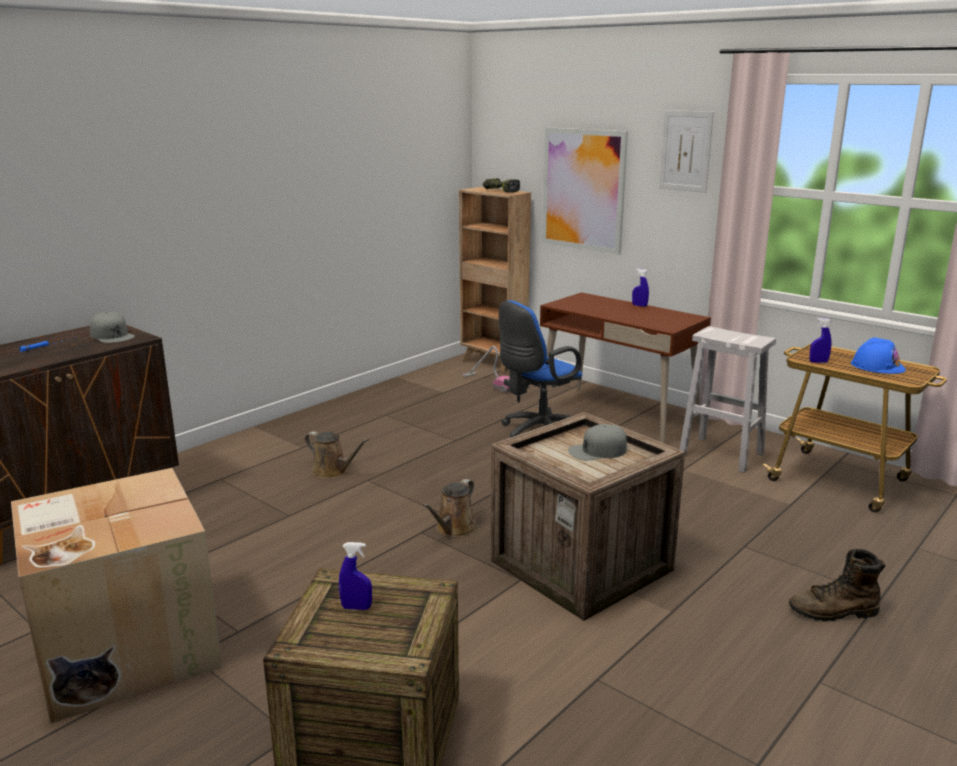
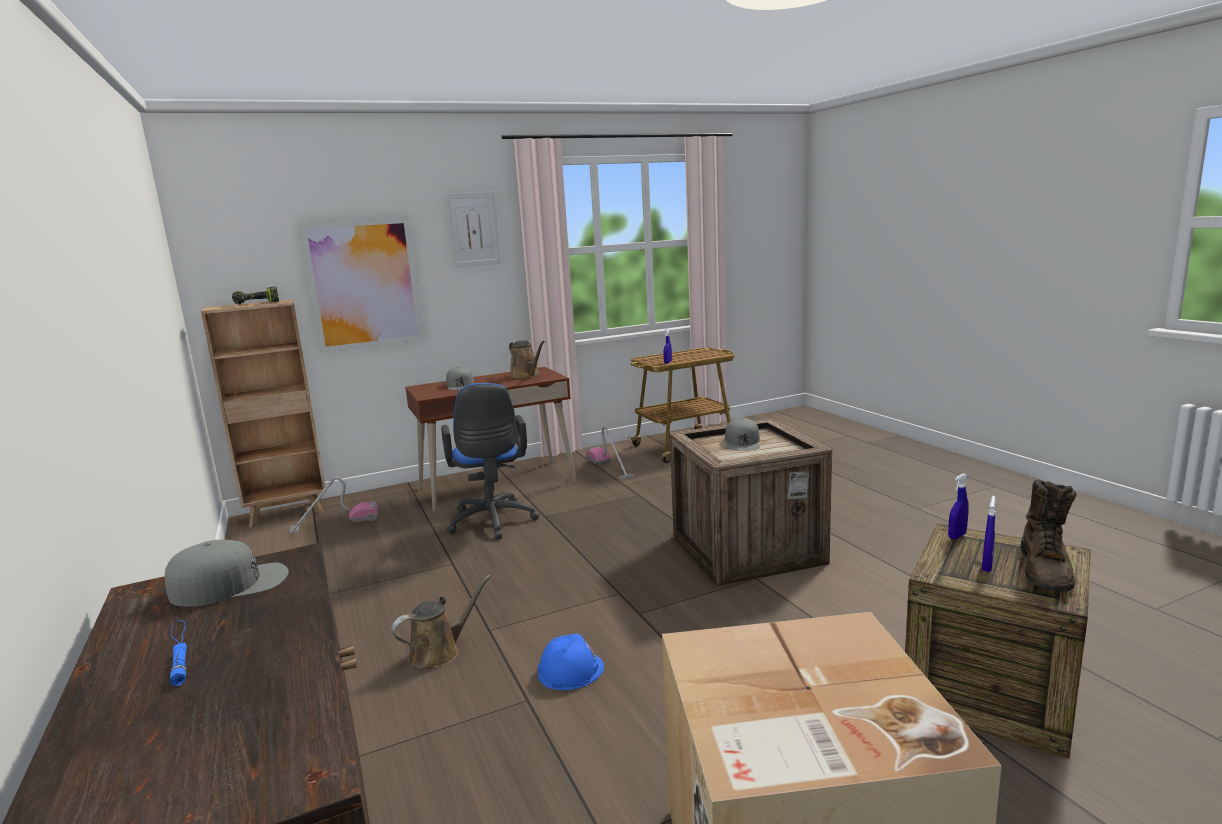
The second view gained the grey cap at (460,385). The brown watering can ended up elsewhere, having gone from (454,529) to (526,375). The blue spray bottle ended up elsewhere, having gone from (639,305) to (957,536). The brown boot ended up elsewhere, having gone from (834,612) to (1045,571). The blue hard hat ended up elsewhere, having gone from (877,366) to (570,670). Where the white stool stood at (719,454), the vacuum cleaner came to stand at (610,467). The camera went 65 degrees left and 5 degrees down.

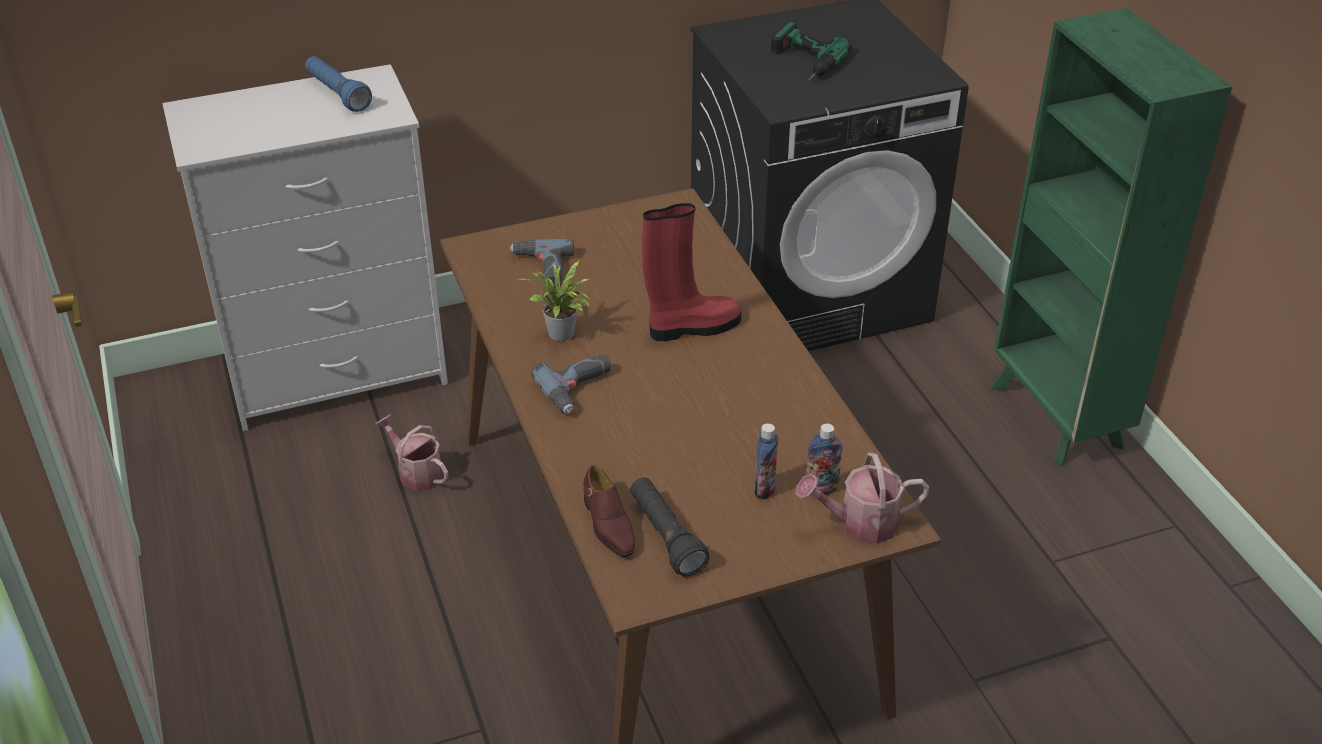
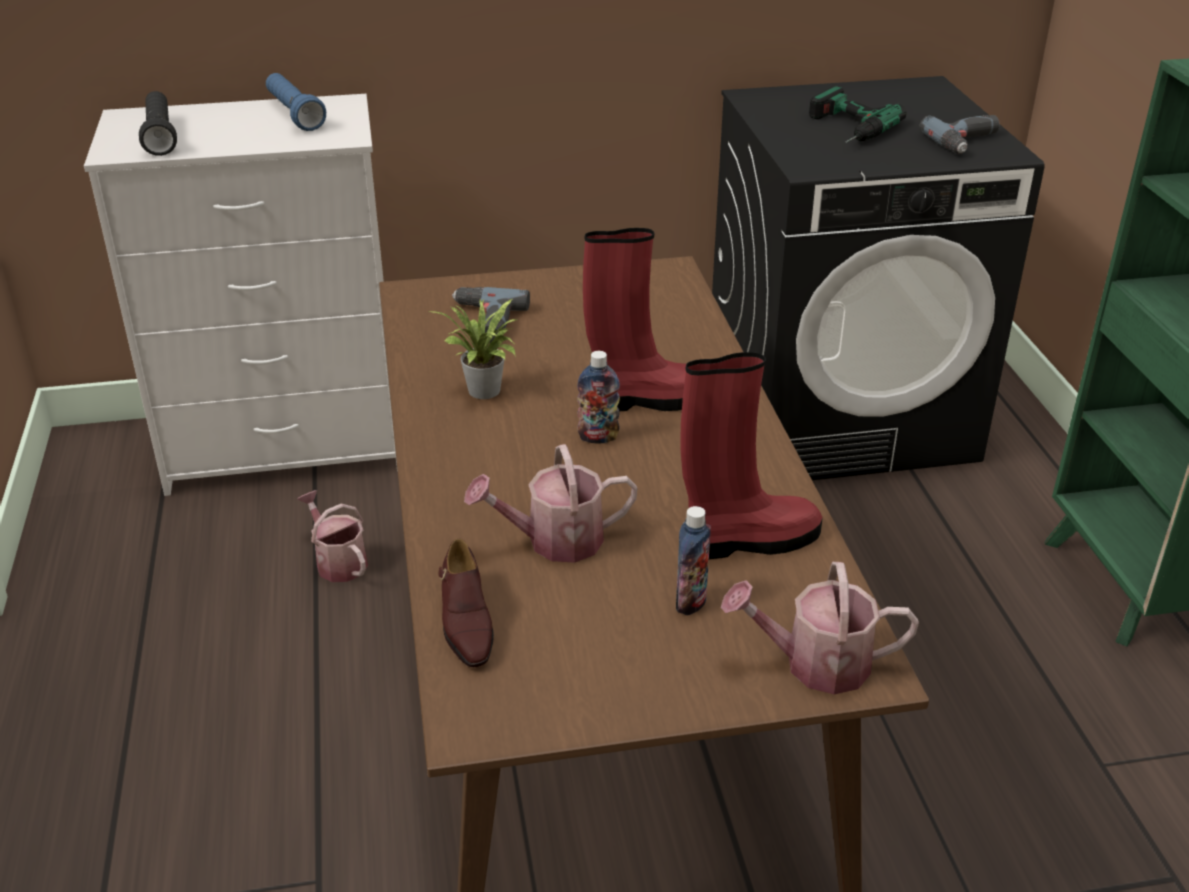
The second view gained the watering can at (554,541). The second view gained the red boot at (748,541). The power drill ended up elsewhere, having gone from (579,389) to (967,142). The black flashlight ended up elsewhere, having gone from (665,537) to (160,136). The bottle ended up elsewhere, having gone from (821,489) to (598,437). The camera went 10 degrees right and 5 degrees down.

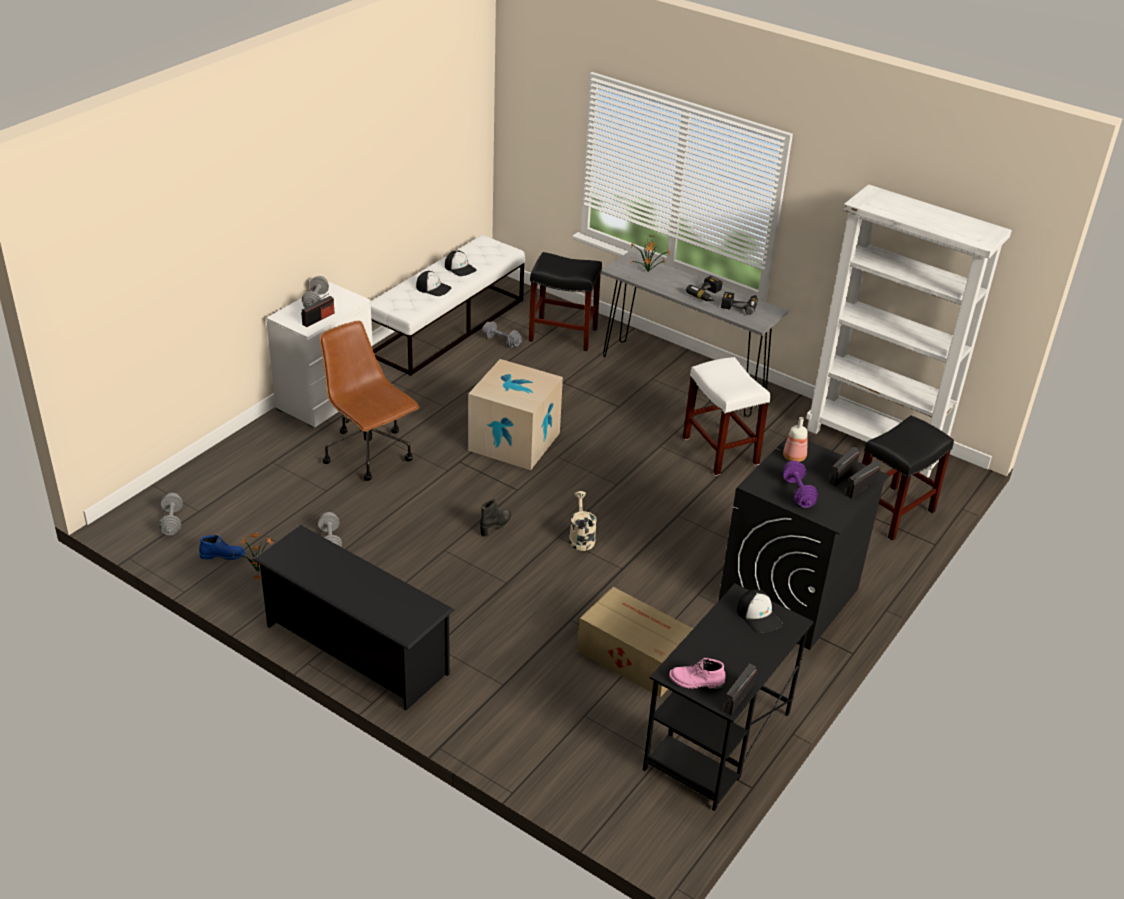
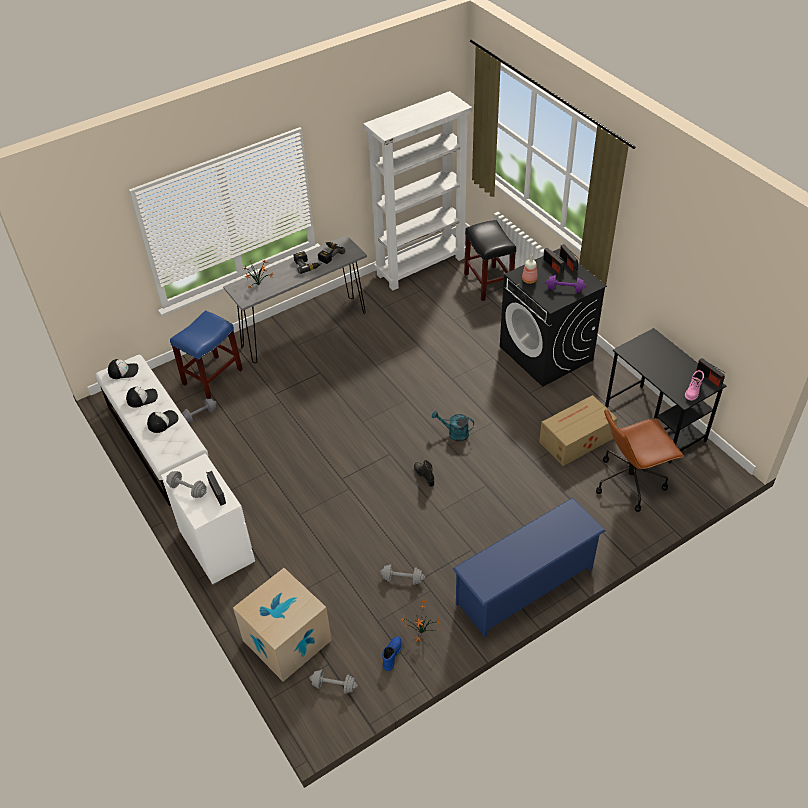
The second view lost the white stool at (721,451). The brown office chair ended up elsewhere, having gone from (369,454) to (630,481). The cardboard box ended up elsewhere, having gone from (514,441) to (287,640). The cap ended up elsewhere, having gone from (759,616) to (123,371). What was the black shoe rack at (355,649) turned into the blue shoe rack at (525,586). What was the black stool at (564,334) turned into the blue stool at (212,376). What was the beige watering can at (581,537) turned into the turquoise watering can at (454,433). The camera went 65 degrees left and 10 degrees up.

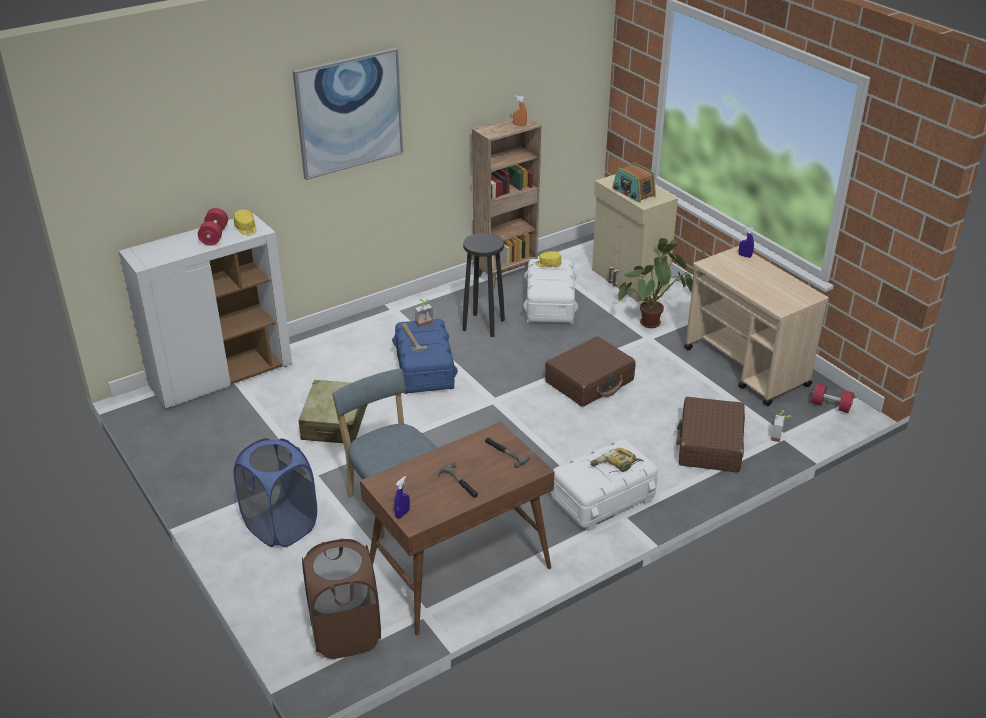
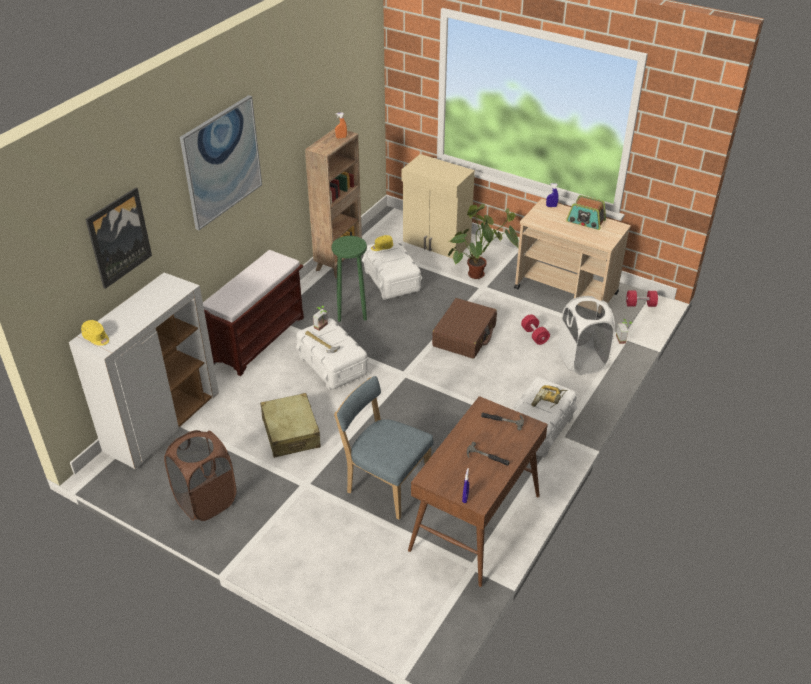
The second view lost the blue laundry basket at (280,526). The second view gained the picture at (118,237). The second view gained the brown bench at (258,338). The red dumbbell ended up elsewhere, having gone from (214,236) to (534,335). The yellow cap ended up elsewhere, having gone from (246,228) to (96,338). The brown laundry basket ended up elsewhere, having gone from (345,633) to (206,501). The radio ended up elsewhere, having gone from (633,192) to (585,221). Where the brown suitcase stood at (710,445), the white laundry basket came to stand at (582,360). What was the blue storage box at (424,371) turned into the white storage box at (332,365). What was the black stool at (484,325) turned into the green stool at (352,312). The camera went 25 degrees left and 5 degrees up.

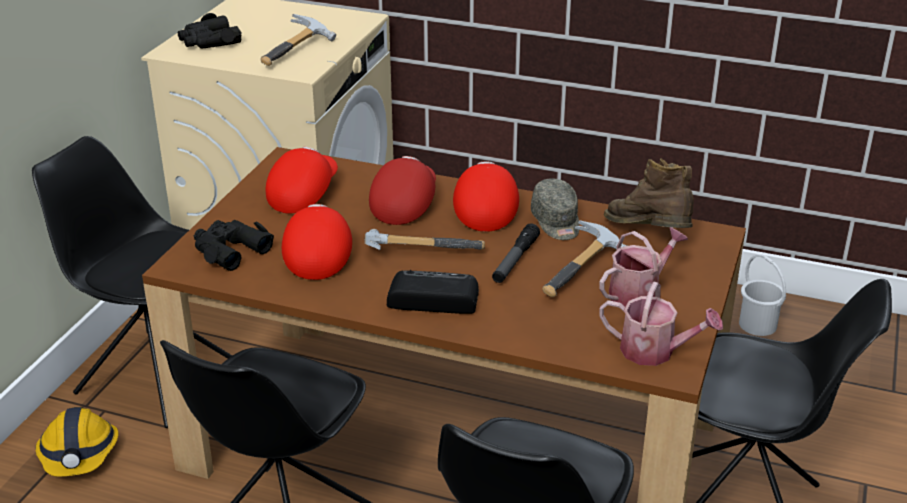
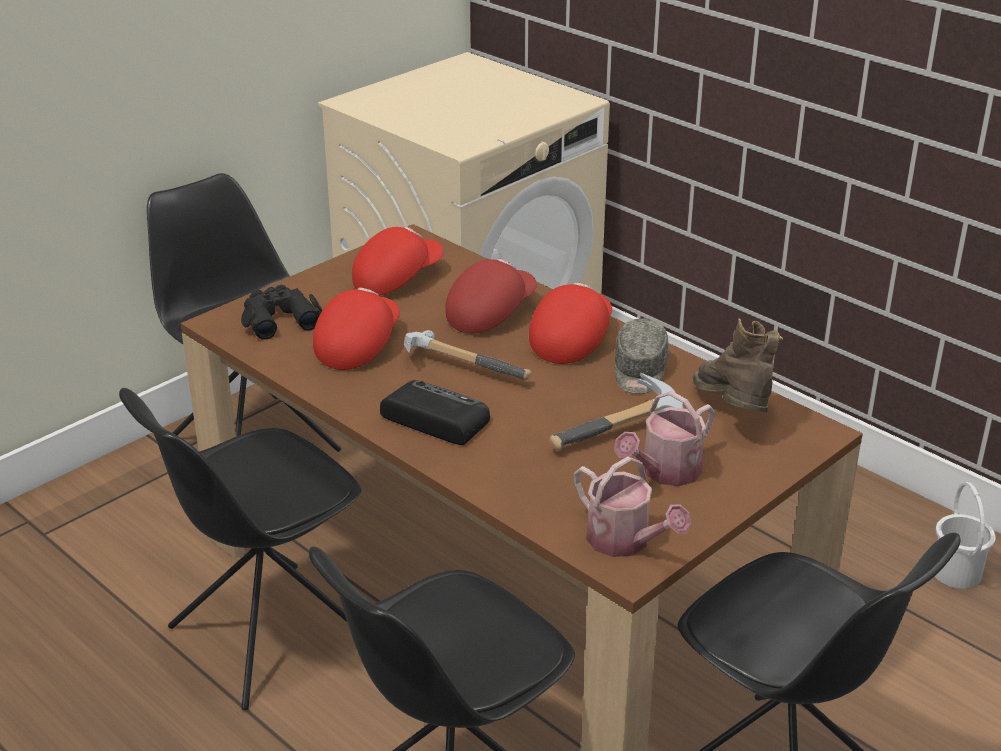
The second view lost the hard hat at (79,454). The second view lost the black binoculars at (209,41). The second view lost the hammer at (299,52). The second view lost the flashlight at (515,260). The watering can at (639,292) ended up facing another way, 150 degrees clockwise from before. The camera went 25 degrees right and 0 degrees up.

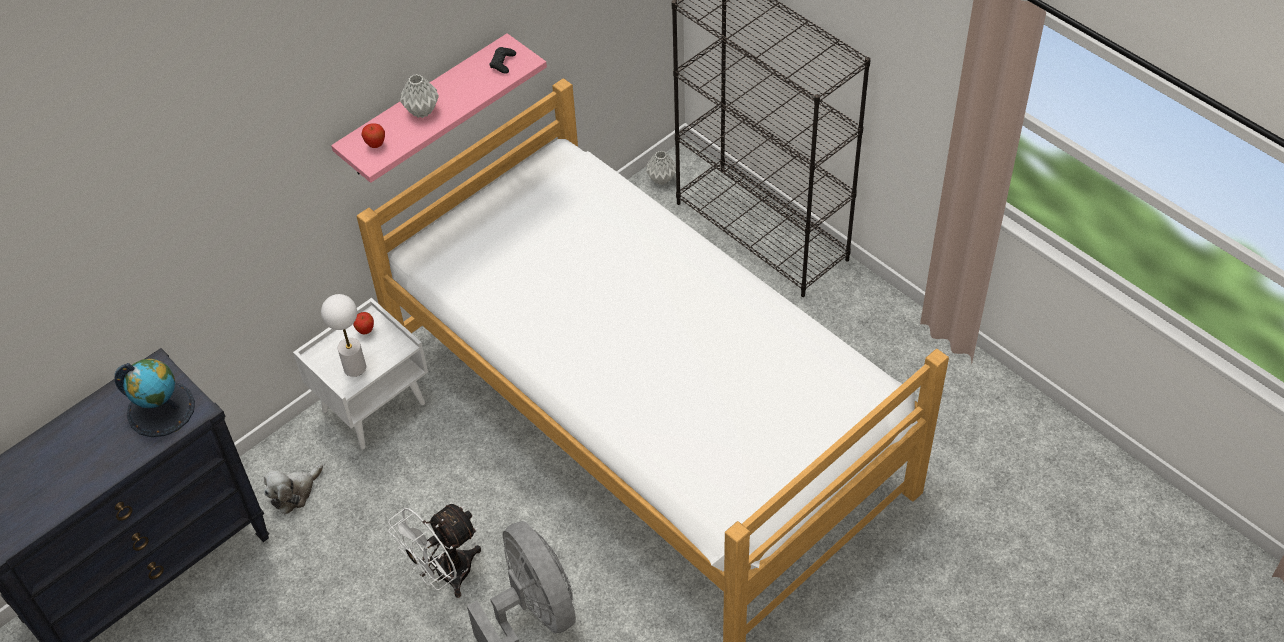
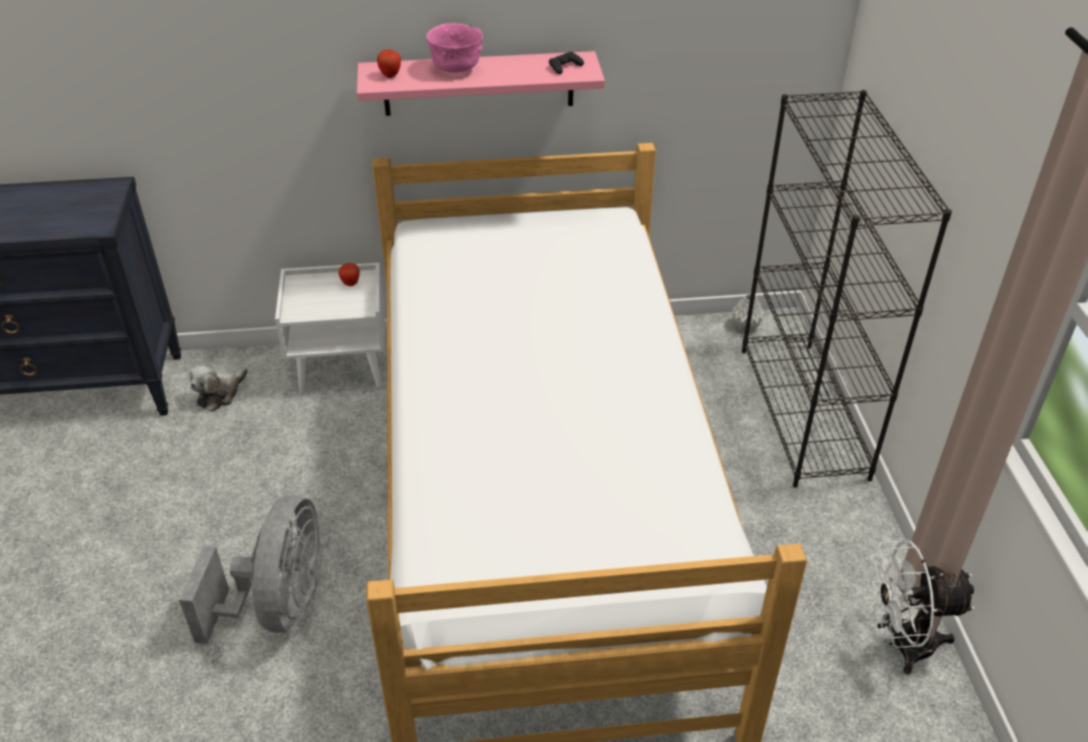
The second view lost the globe at (161,409). The second view lost the white table lamp at (354,368). The white fan ended up elsewhere, having gone from (445,575) to (901,643). Where the grey vase stood at (421,110), the pink bowl came to stand at (456,70). The plush toy at (294,493) ended up facing another way, 45 degrees counterclockwise from before. The camera went 35 degrees right and 10 degrees down.

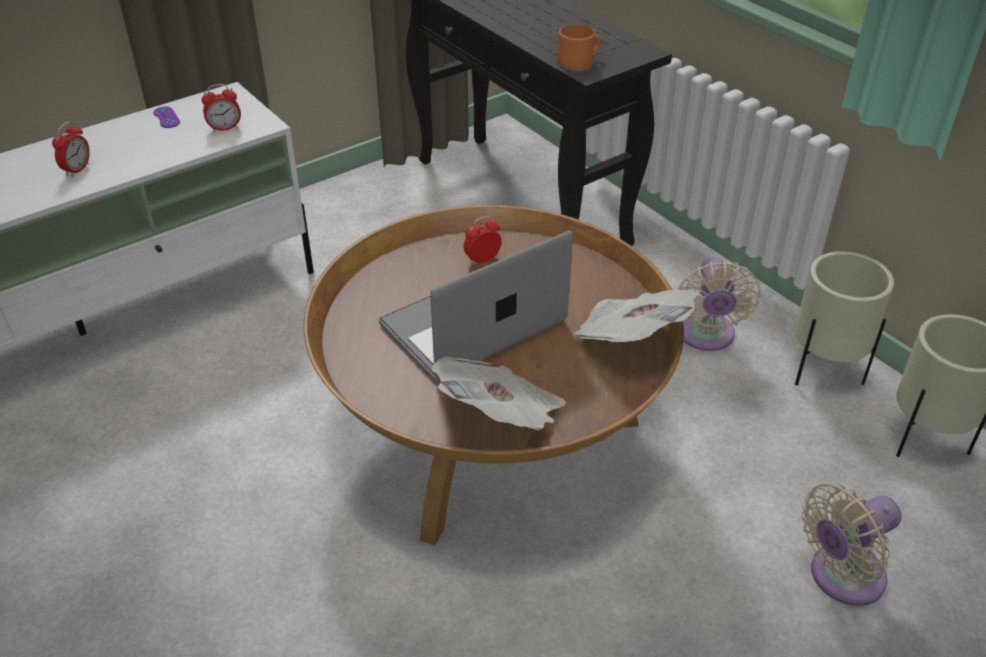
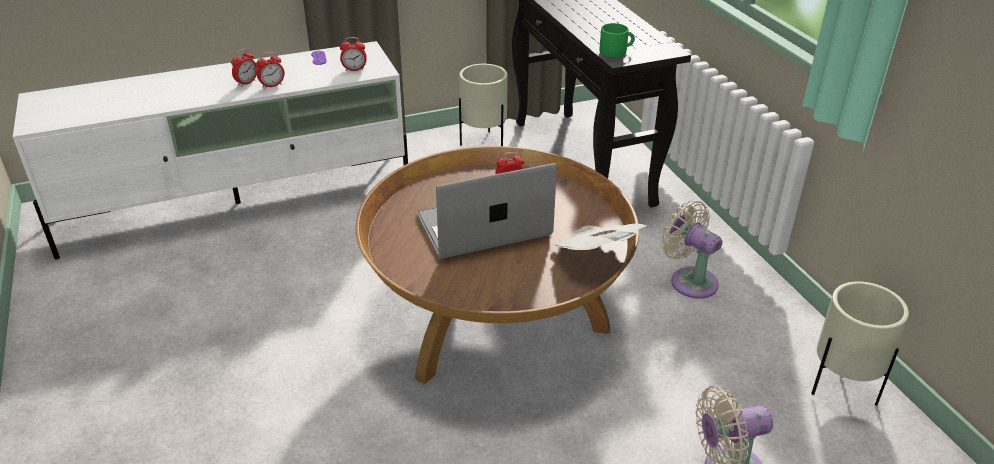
The second view lost the newspaper at (501,416). The second view gained the alarm clock at (272,85). The beige planter ended up elsewhere, having gone from (823,372) to (484,143). What was the orange mug at (579,61) turned into the green mug at (616,51). The beige fan at (706,336) ended up facing another way, 120 degrees clockwise from before. The camera went 15 degrees right and 5 degrees down.

